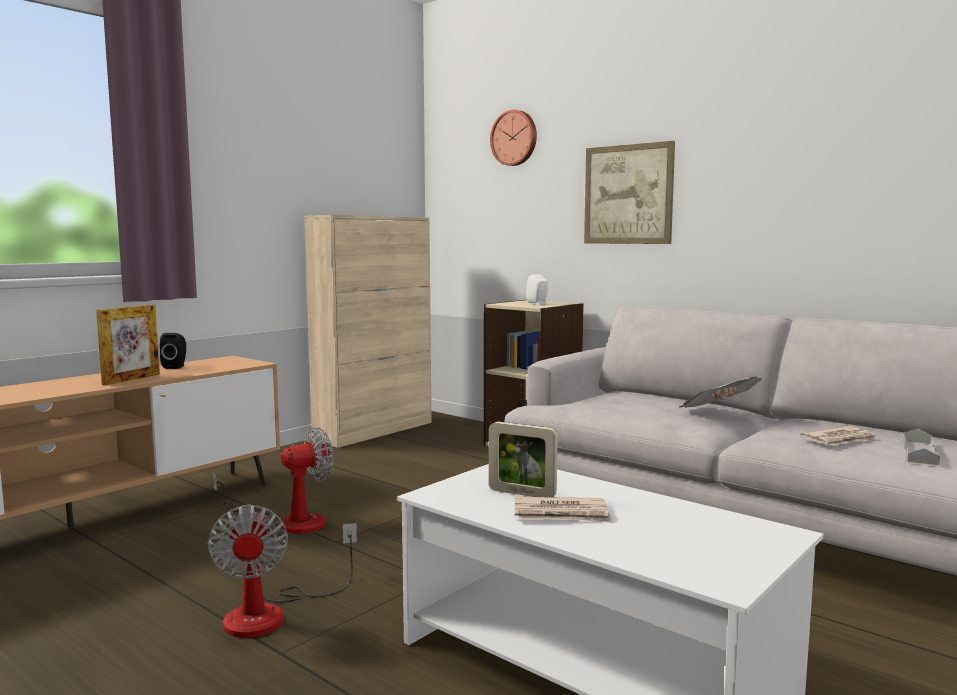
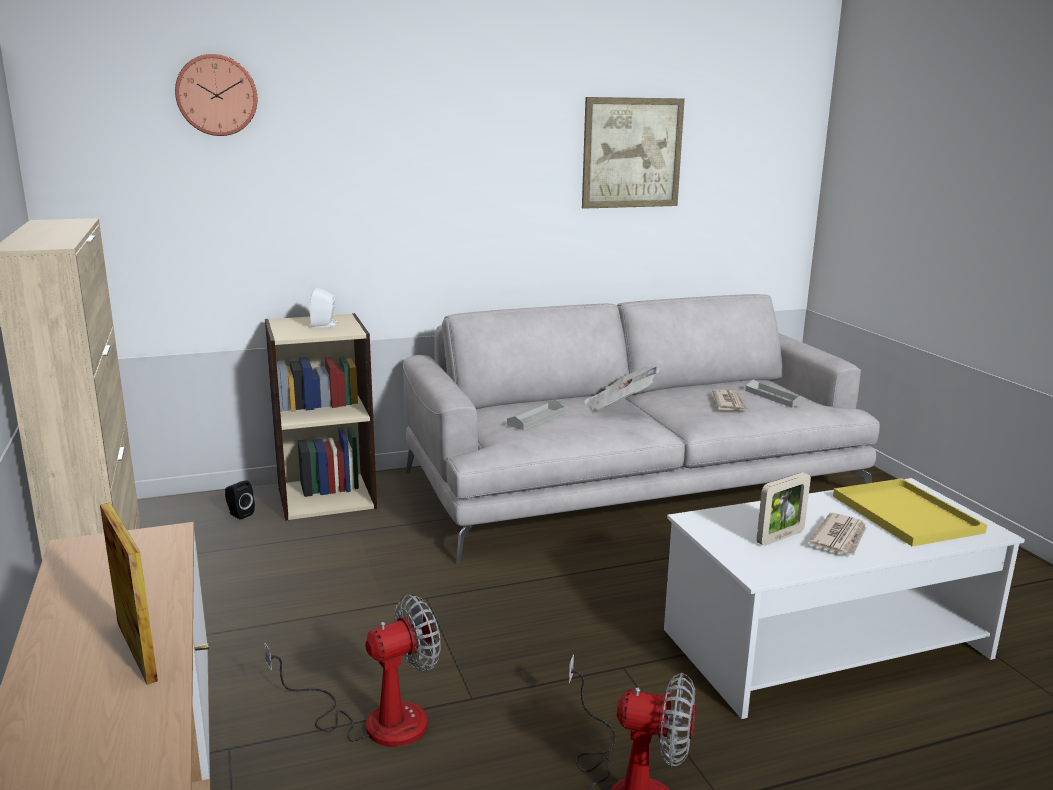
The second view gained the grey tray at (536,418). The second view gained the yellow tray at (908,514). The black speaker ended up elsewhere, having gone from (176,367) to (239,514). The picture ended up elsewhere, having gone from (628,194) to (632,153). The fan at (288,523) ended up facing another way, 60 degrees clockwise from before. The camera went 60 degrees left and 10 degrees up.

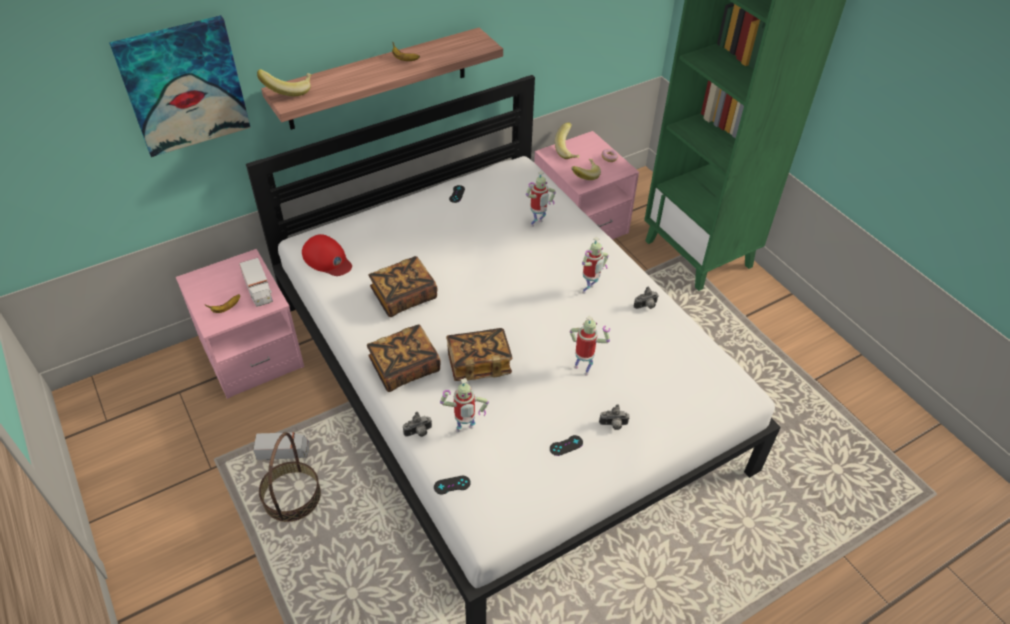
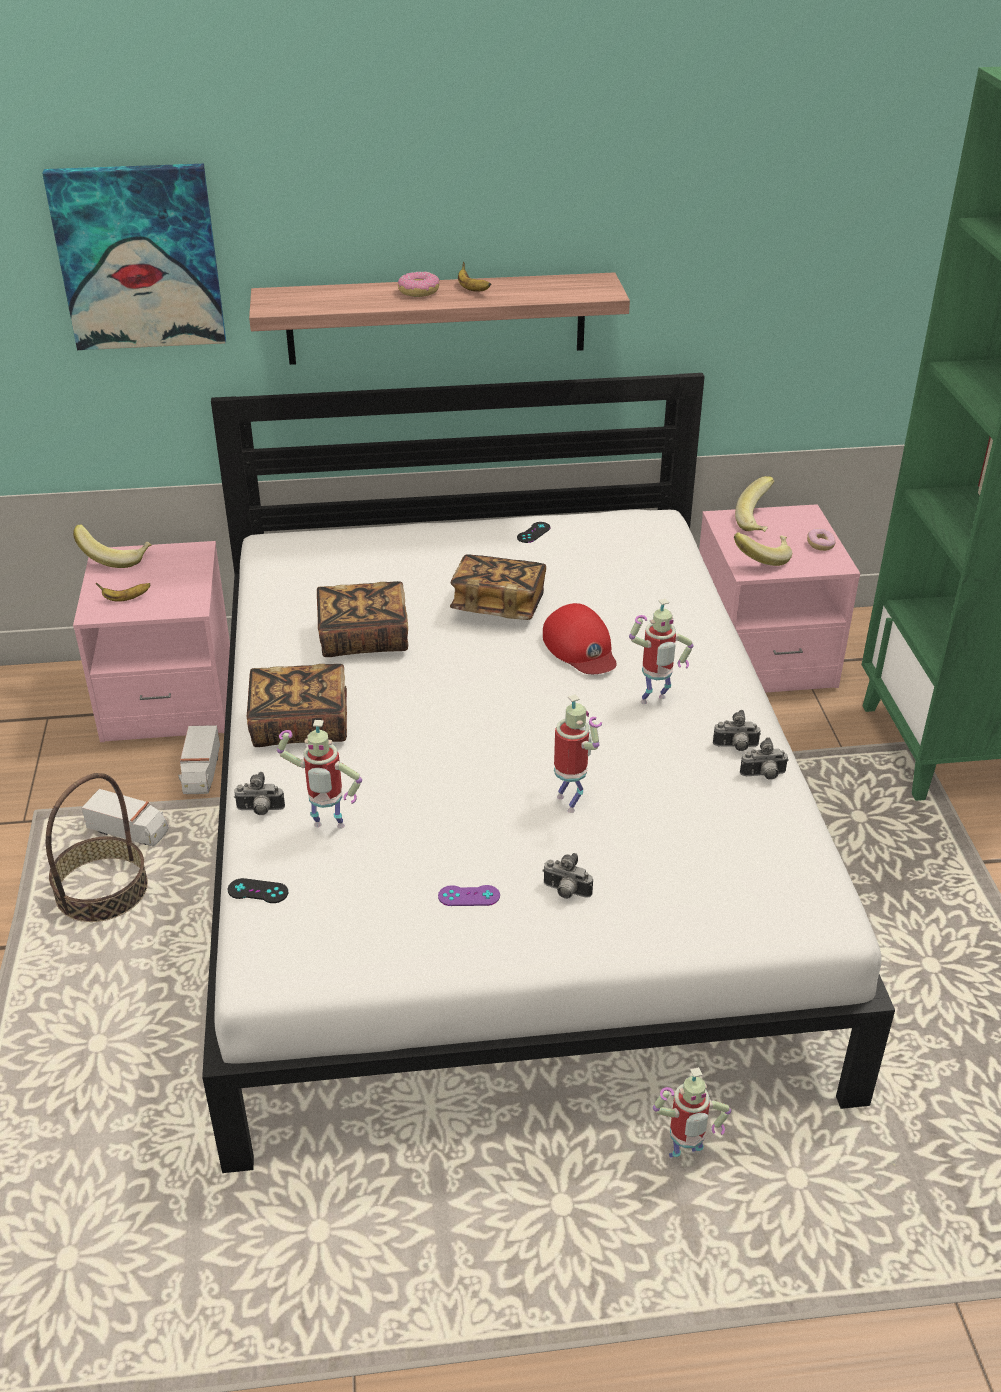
The second view gained the donut at (419,291). The second view gained the photo camera at (763,776). The toy truck ended up elsewhere, having gone from (258,290) to (201,772). The banana ended up elsewhere, having gone from (289,90) to (116,558). The red cap ended up elsewhere, having gone from (327,259) to (580,647). The book ended up elsewhere, having gone from (479,363) to (498,605). The toy robot ended up elsewhere, having gone from (537,224) to (683,1160). What was the black game controller at (566,445) turned into the purple game controller at (469,896). The camera went 25 degrees right and 10 degrees down.

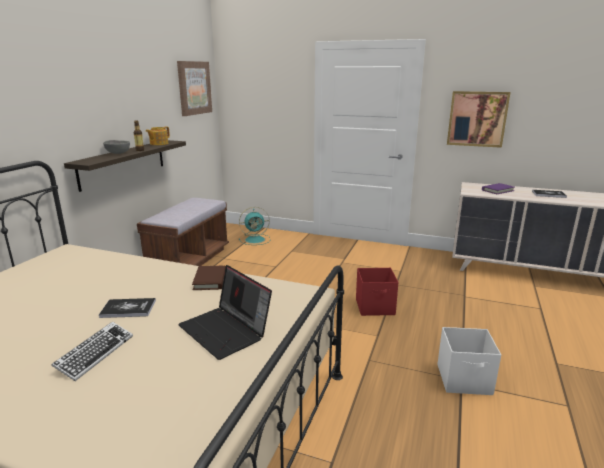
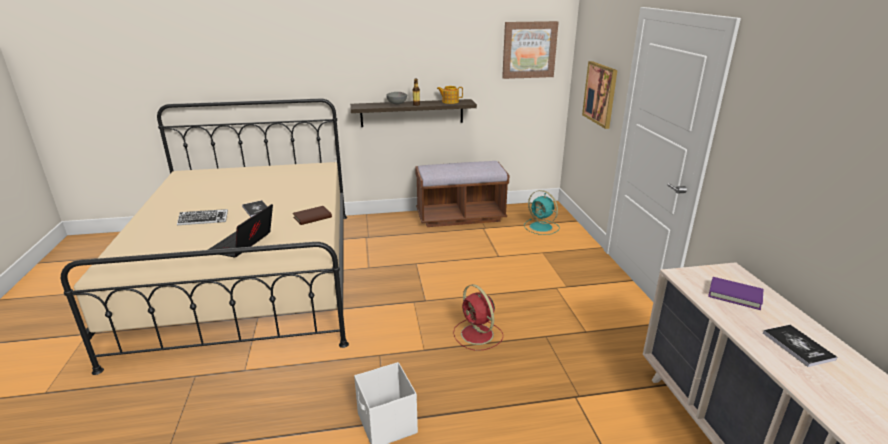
The picture ended up elsewhere, having gone from (477,119) to (600,94). Where the red storage box stood at (375,307), the red fan came to stand at (478,335). The camera went 60 degrees right and 5 degrees up.

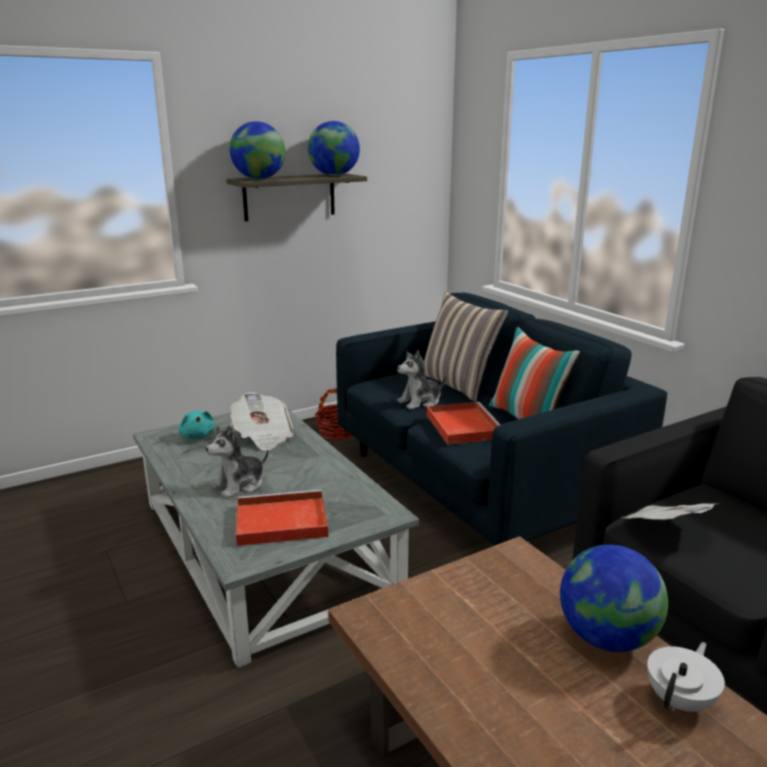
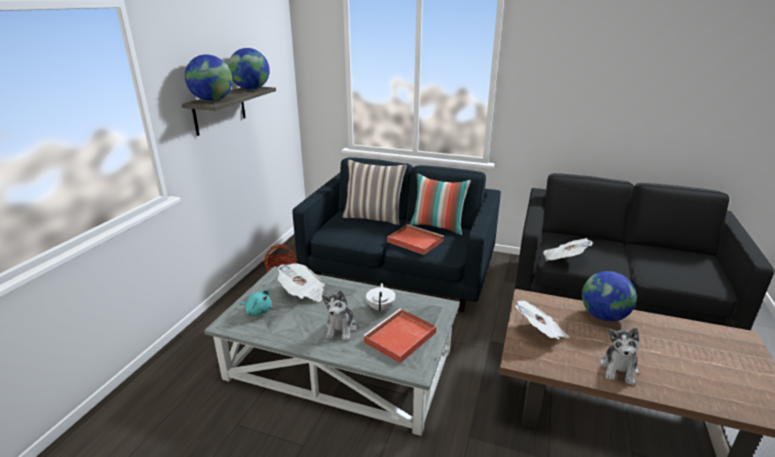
The second view gained the newspaper at (540,332). The plush toy ended up elsewhere, having gone from (420,402) to (619,369). The white teapot ended up elsewhere, having gone from (680,700) to (381,308). The camera went 40 degrees left and 5 degrees up.

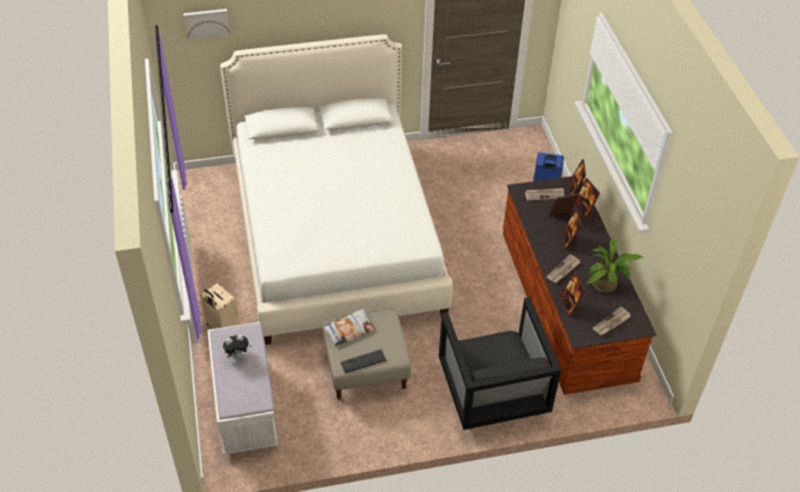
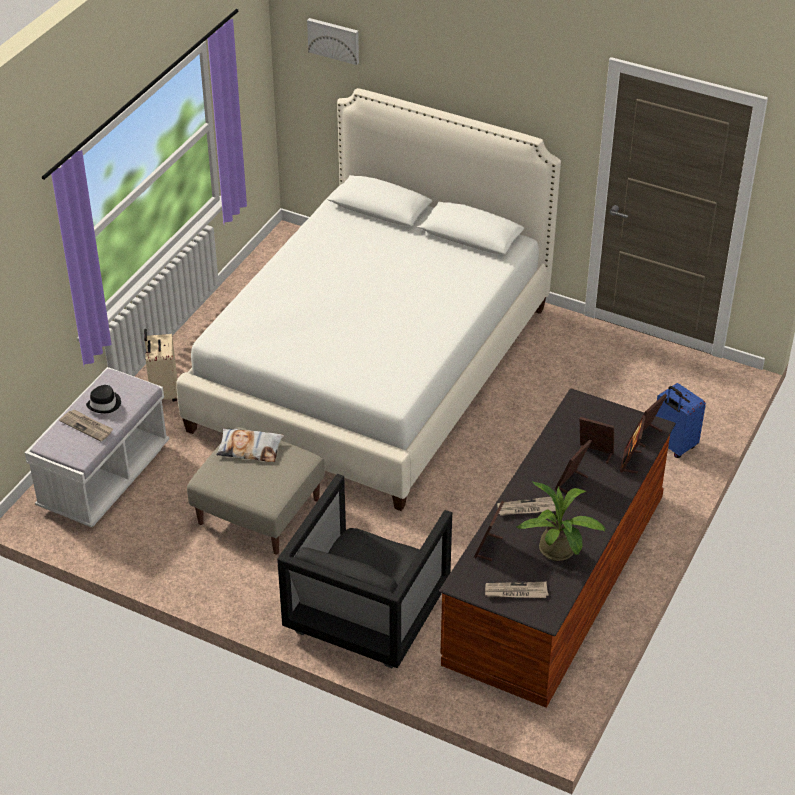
The second view lost the keyboard at (363,361). The newspaper ended up elsewhere, having gone from (544,195) to (87,426). Where the plush toy stood at (238,356), the black hat came to stand at (105,404). The camera went 40 degrees right and 5 degrees down.

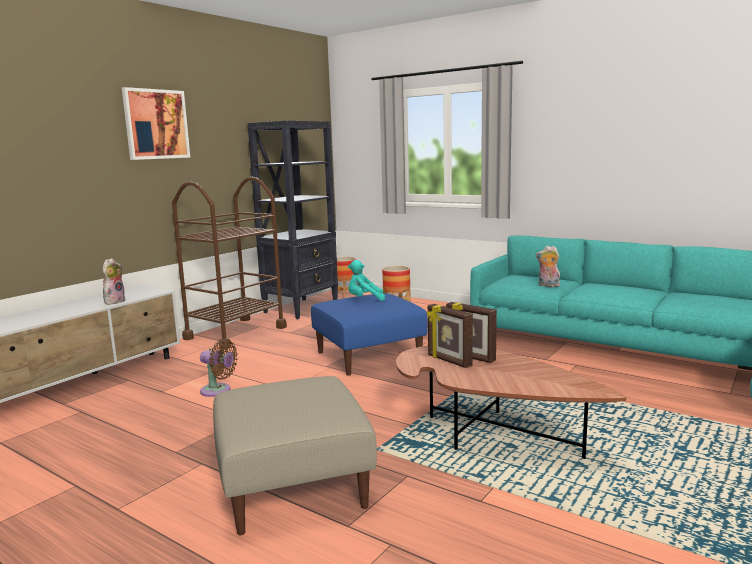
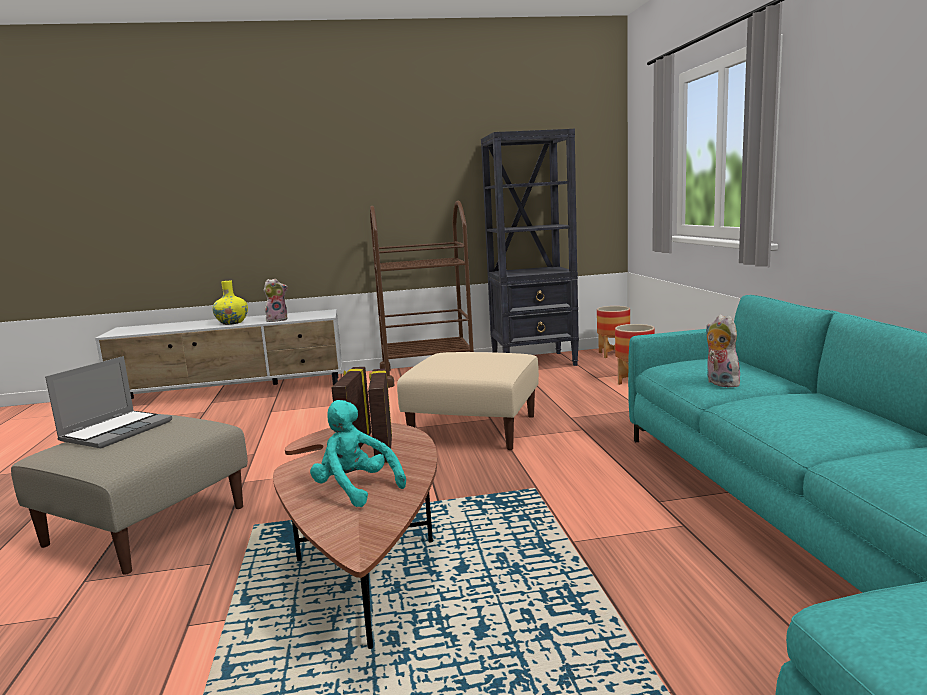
The second view lost the picture at (156,124). The second view lost the brown fan at (218,391). The second view gained the laptop at (117,430). The second view gained the yellow vase at (232,322). The turquoise plush toy ended up elsewhere, having gone from (364,300) to (355,489). What was the blue ottoman at (369,355) turned into the beige ottoman at (475,428). The camera went 45 degrees right and 0 degrees up.

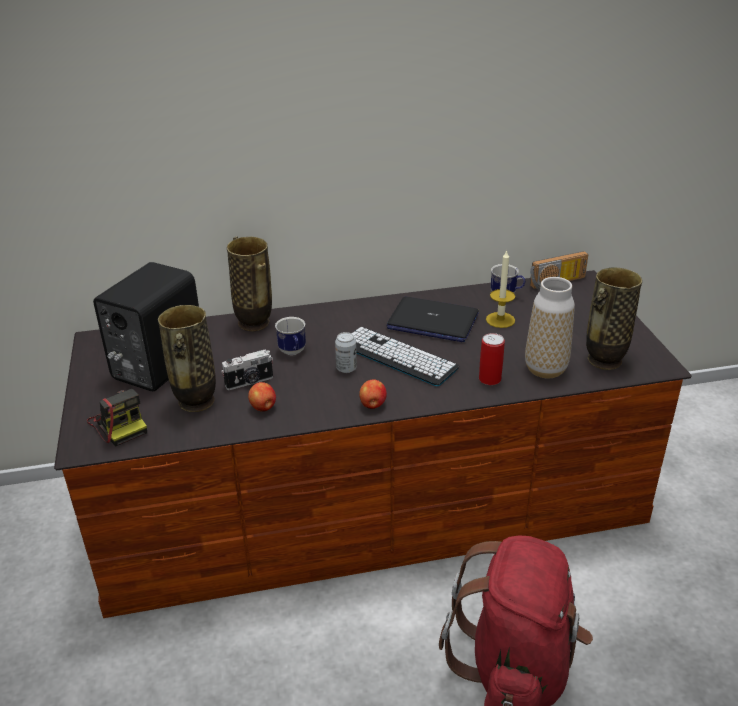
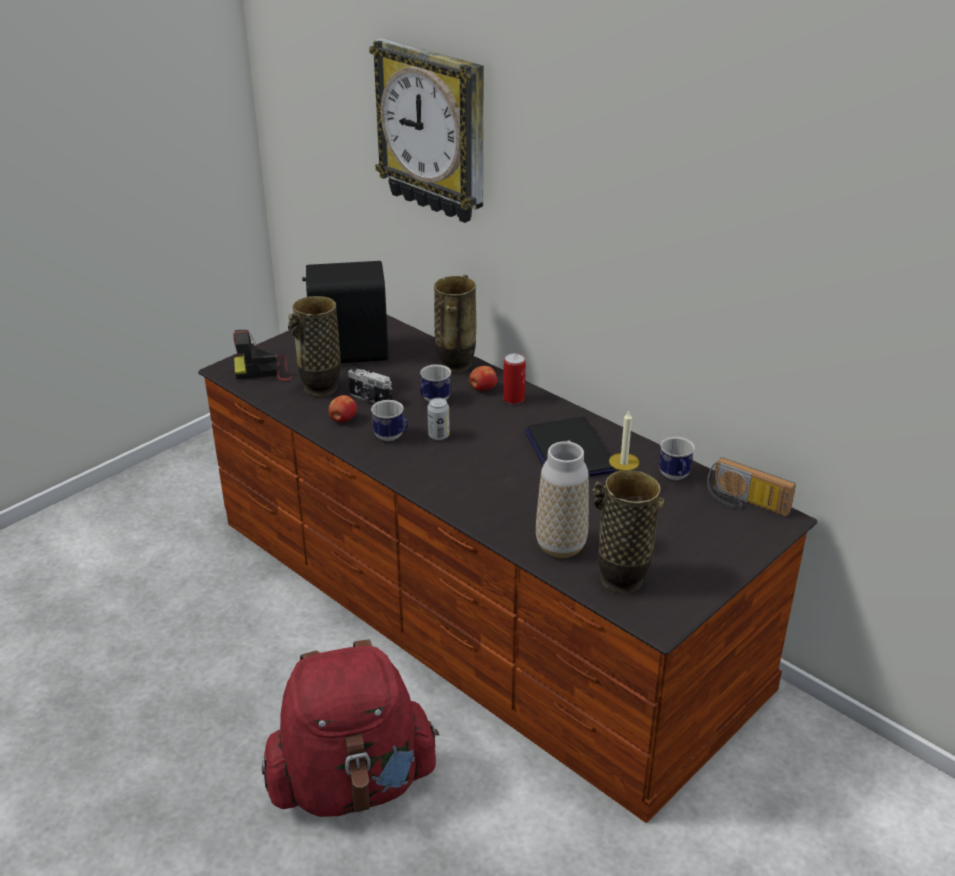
The second view lost the keyboard at (397,357). The second view gained the wall clock at (433,131). The second view gained the mug at (392,437). The apple ended up elsewhere, having gone from (372,405) to (482,389). The can ended up elsewhere, having gone from (490,379) to (513,399). The photo camera at (120,424) ended up facing another way, 60 degrees clockwise from before. The camera went 55 degrees right and 0 degrees up.

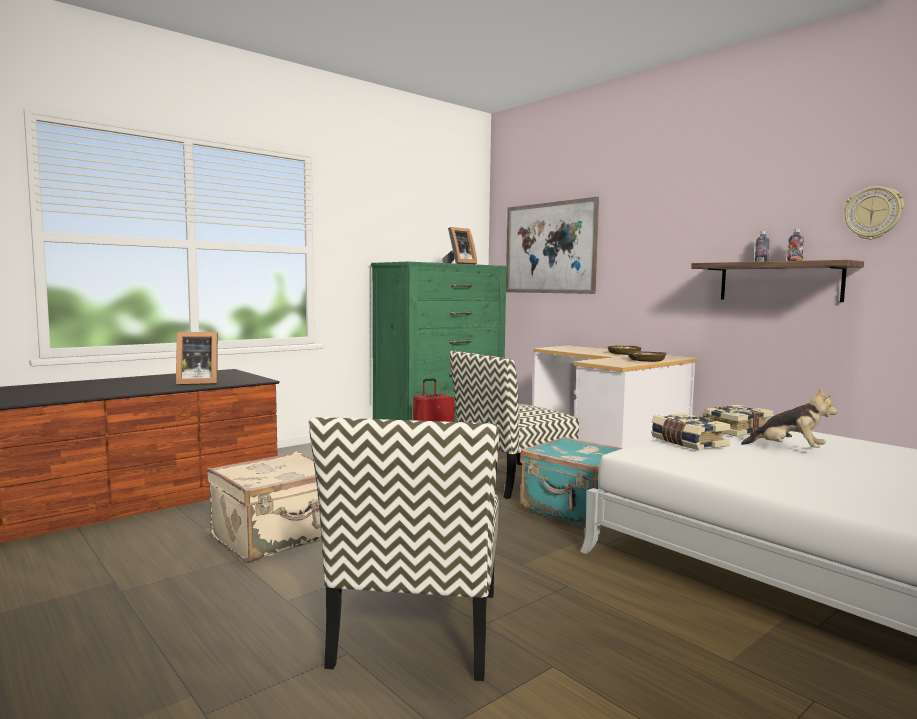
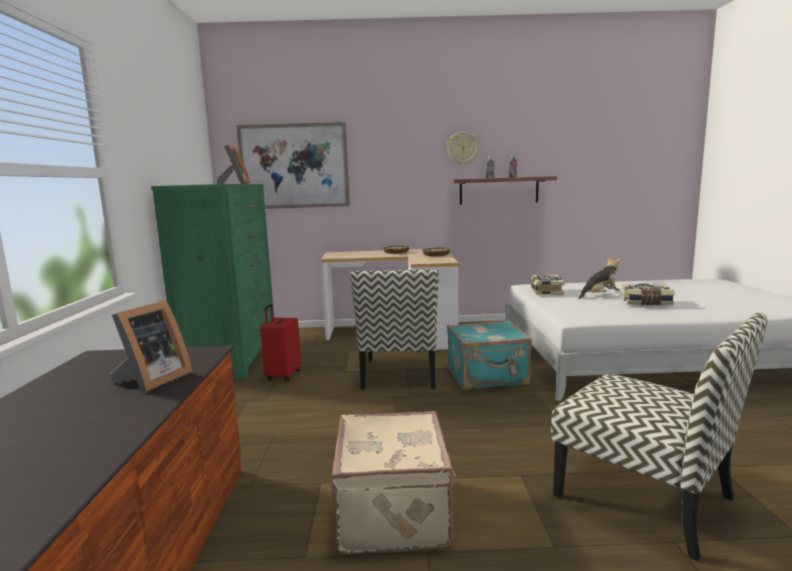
The book ended up elsewhere, having gone from (687,443) to (646,302). The wall clock ended up elsewhere, having gone from (873,213) to (462,148). The camera went 50 degrees left and 5 degrees up.

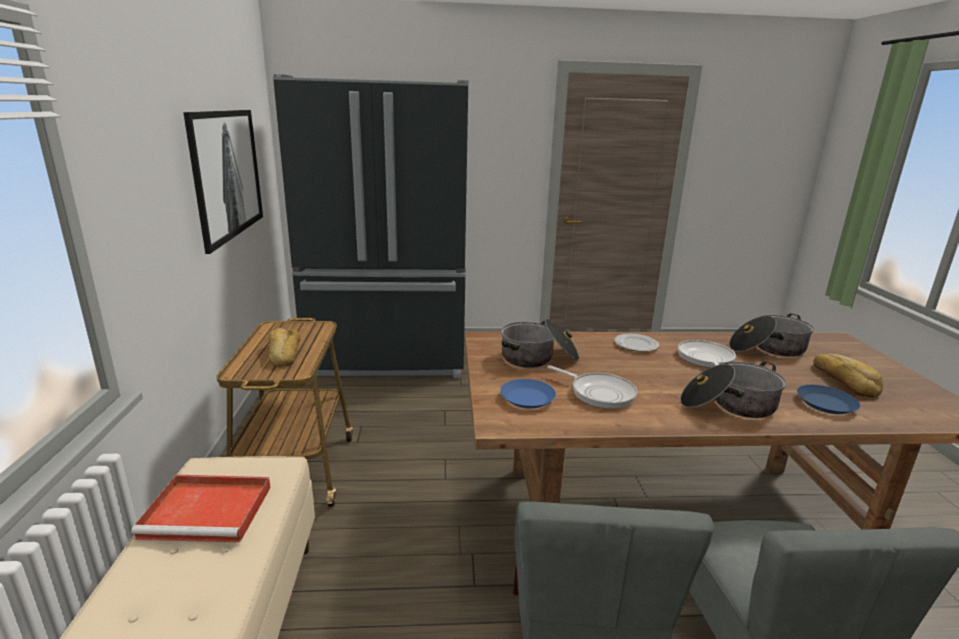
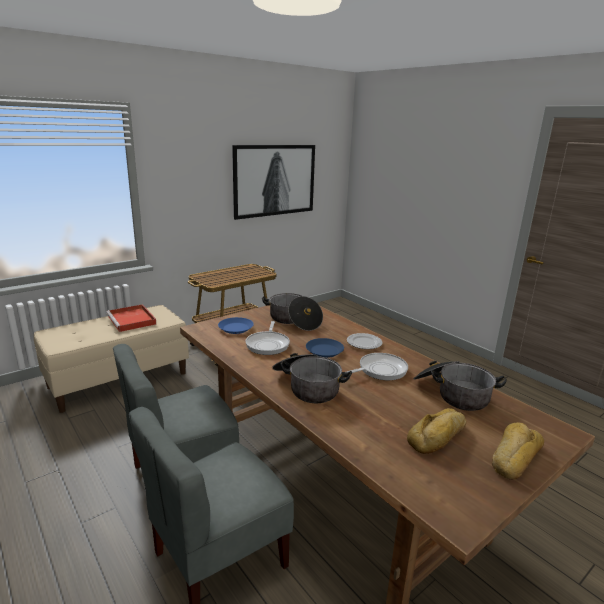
The second view lost the black fridge at (388,359). The bread ended up elsewhere, having gone from (283,353) to (513,456). The blue plate ended up elsewhere, having gone from (826,404) to (324,351). The camera went 55 degrees right and 0 degrees up.

